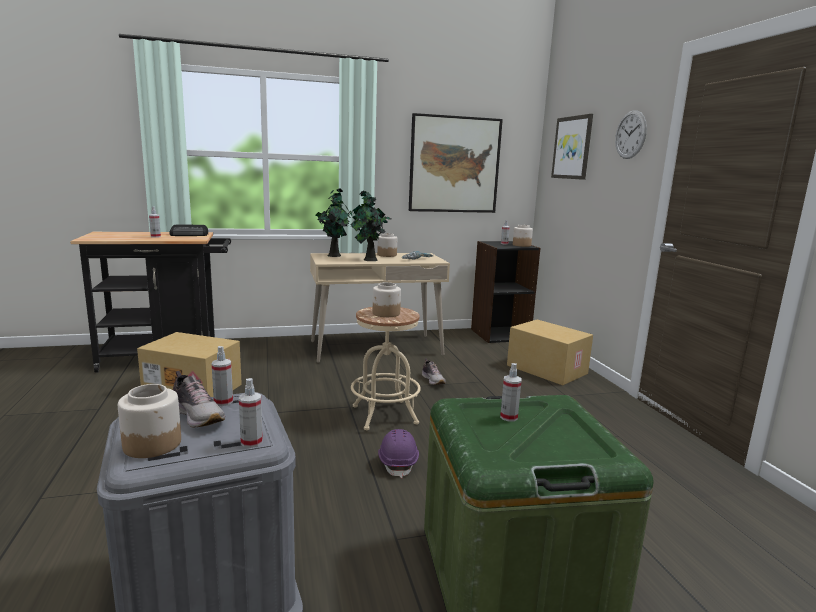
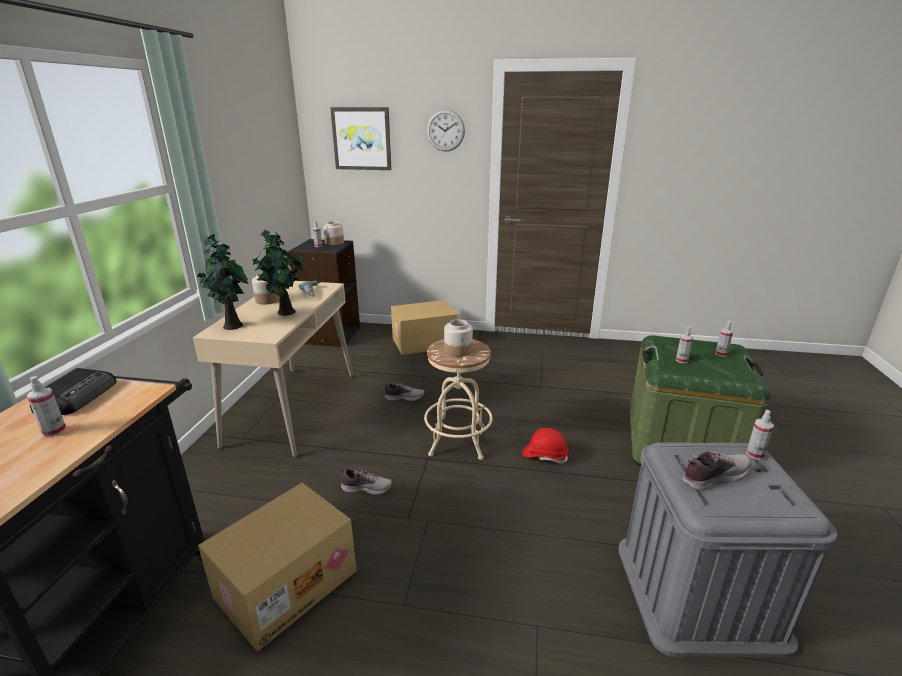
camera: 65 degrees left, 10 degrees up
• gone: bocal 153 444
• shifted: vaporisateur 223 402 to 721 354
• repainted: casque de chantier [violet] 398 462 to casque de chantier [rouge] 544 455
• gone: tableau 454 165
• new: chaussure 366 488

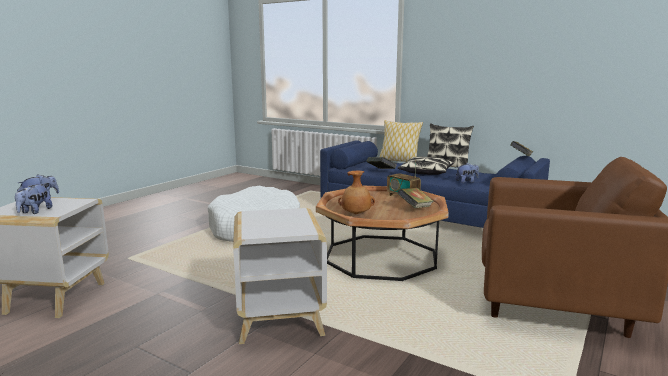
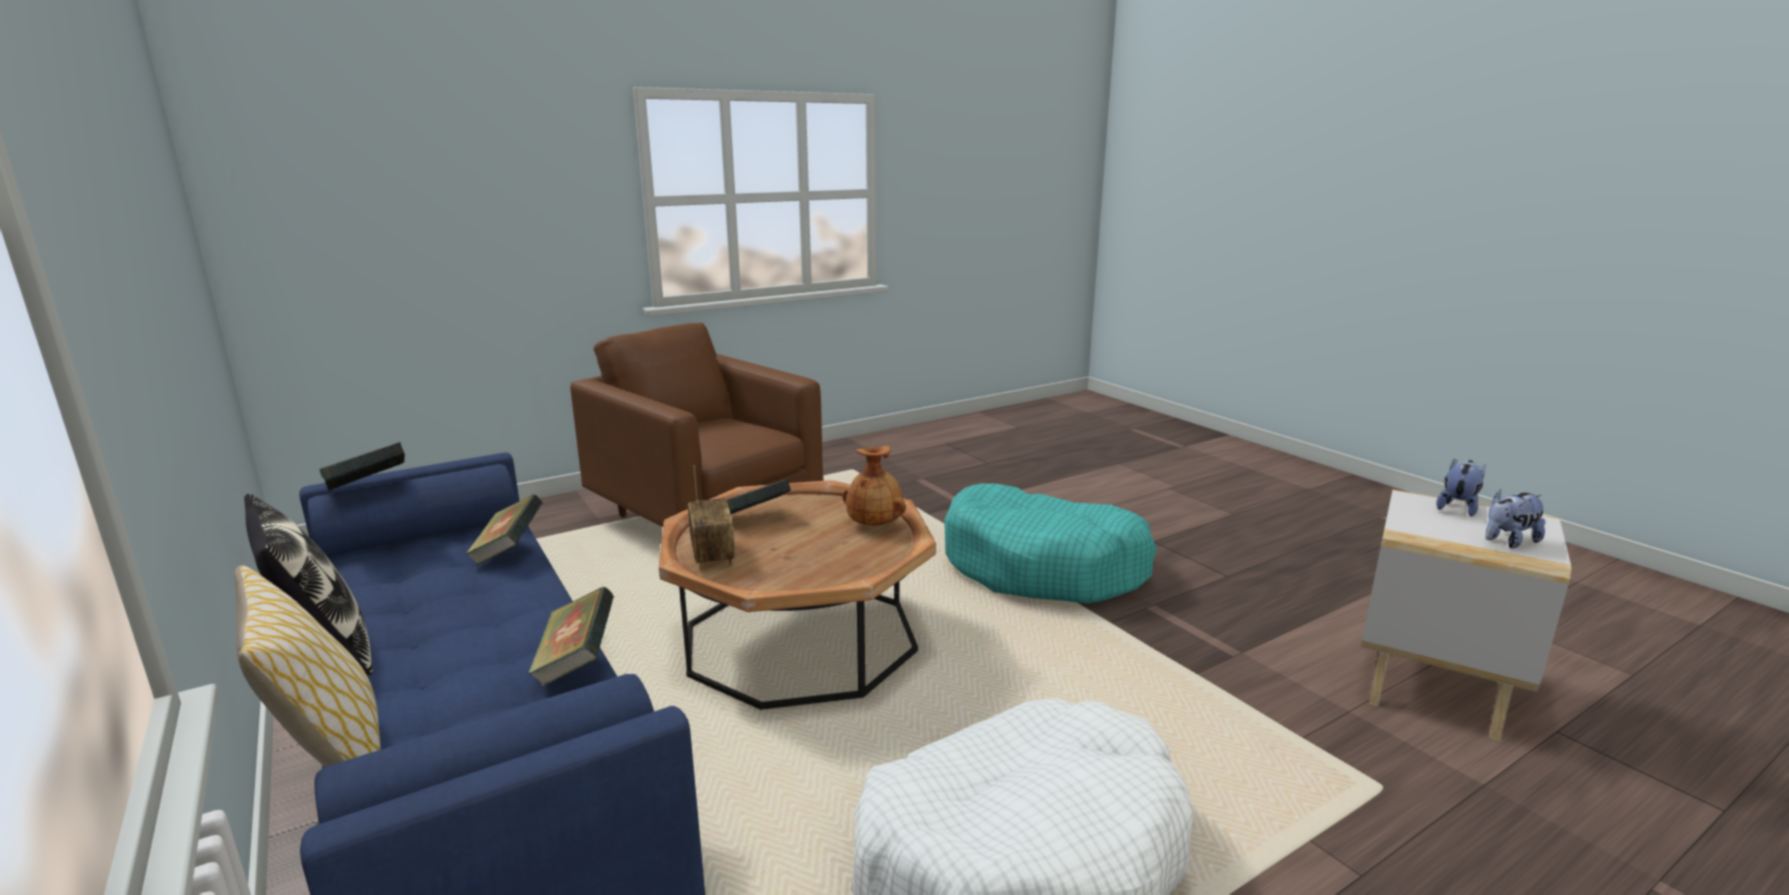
camera: 155 degrees left, 5 degrees up
• swapped: table d'appoint [blanc] 281 322 to panier pour chien [turquoise] 1043 567
• gone: coussin 426 172
• swapped: peluche 466 182 to livre 508 551

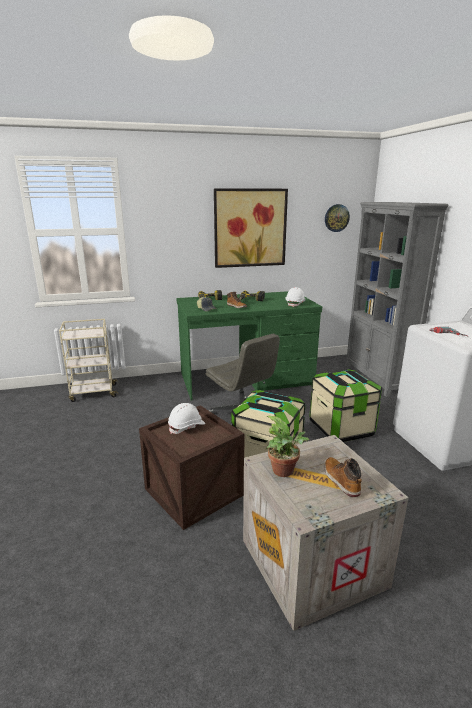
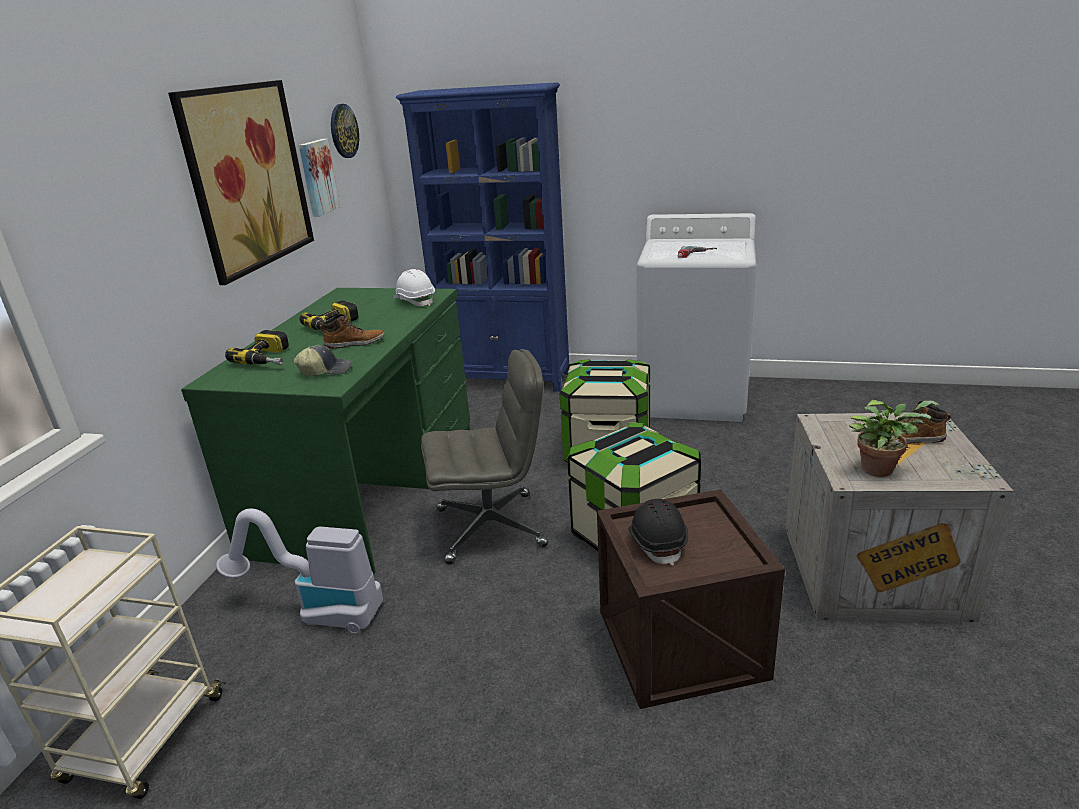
camera: 60 degrees left, 5 degrees up
• repainted: casque de chantier [blanc] 187 426 to casque de chantier [noir] 657 543
• repainted: bibliothèque [gris] 377 379 to bibliothèque [bleu] 506 379
• new: aspirateur 316 611
• new: tableau 317 177

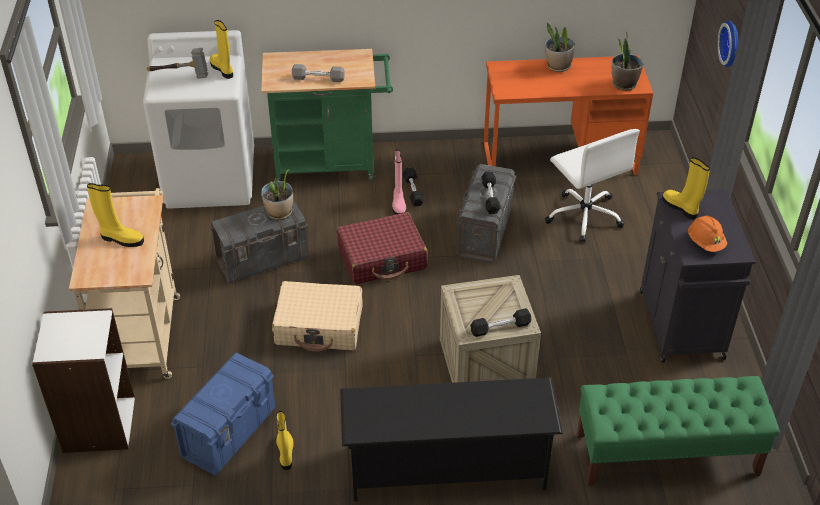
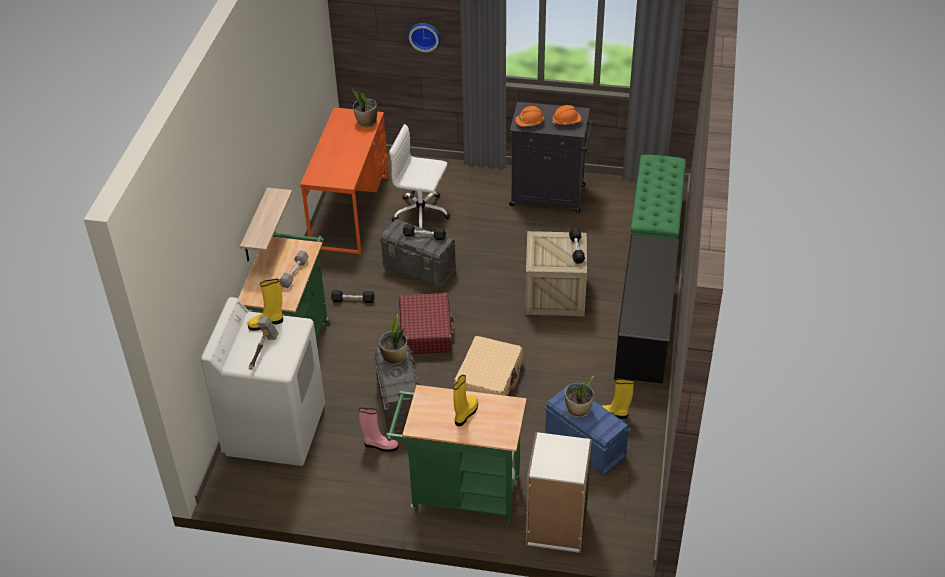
camera: 75 degrees left, 0 degrees up
• repainted: chariot [beige] 141 332 to chariot [vert] 459 493
• shifted: botte [rose] 398 204 to 380 445
• shifted: plante en pot 558 66 to 578 410
• rotated: chaise de bureau [blanc] 584 215 = 422 214 150 degrees counterclockwise
• swapped: botte [jaune] 681 208 to casque de chantier [orange] 529 124
• new: étagère 255 227

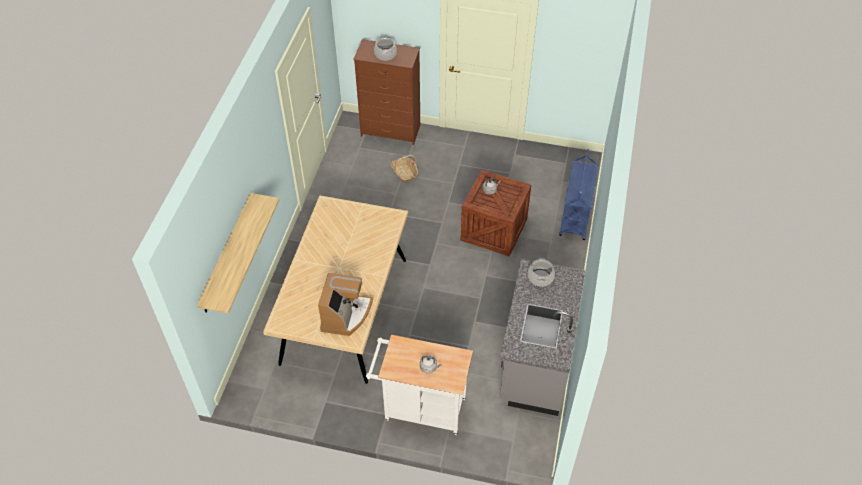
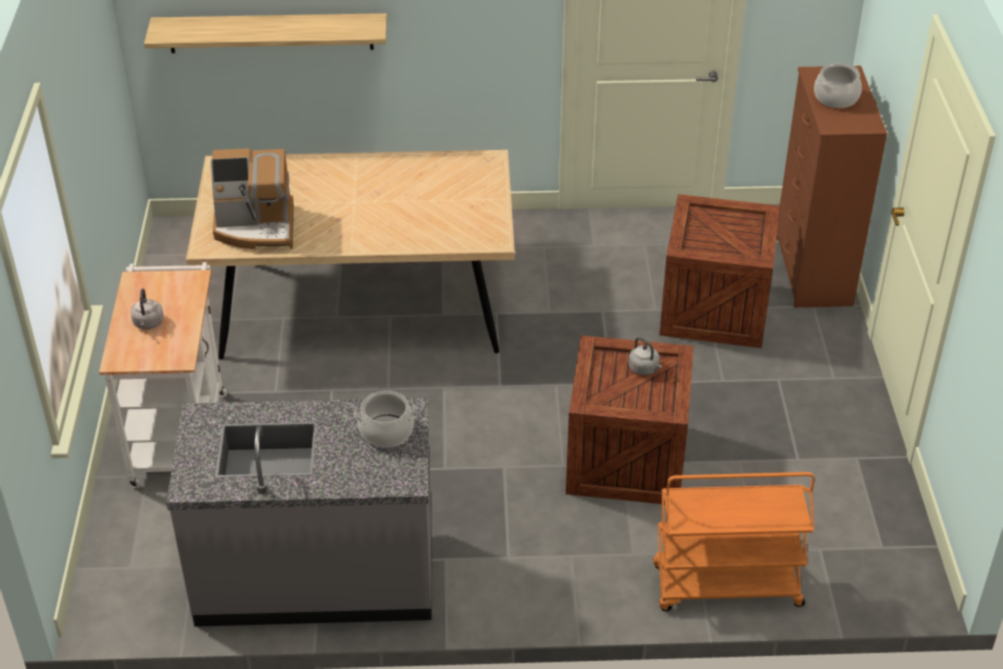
camera: 75 degrees right, 10 degrees down
• swapped: panier 404 173 to caisse 713 310
• repainted: chariot [bleu] 576 216 to chariot [orange] 725 587

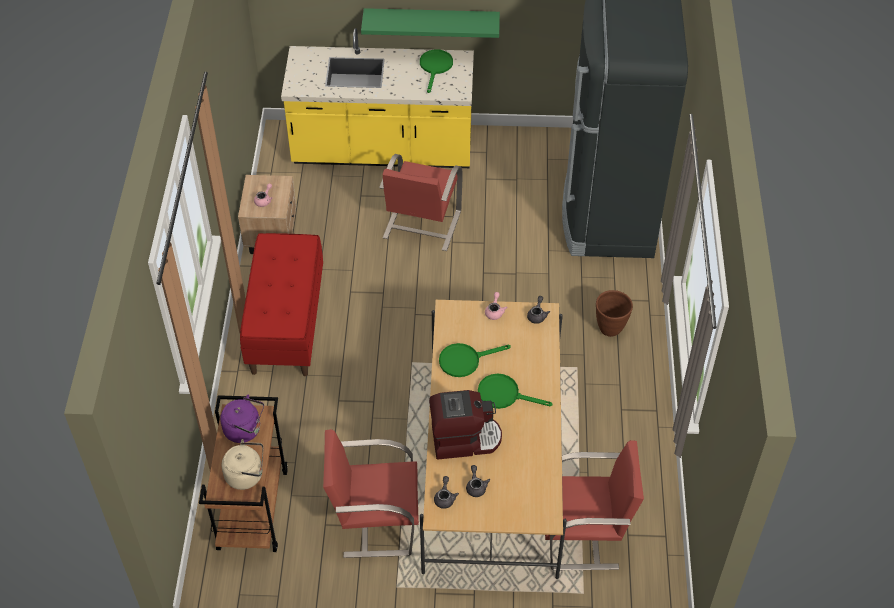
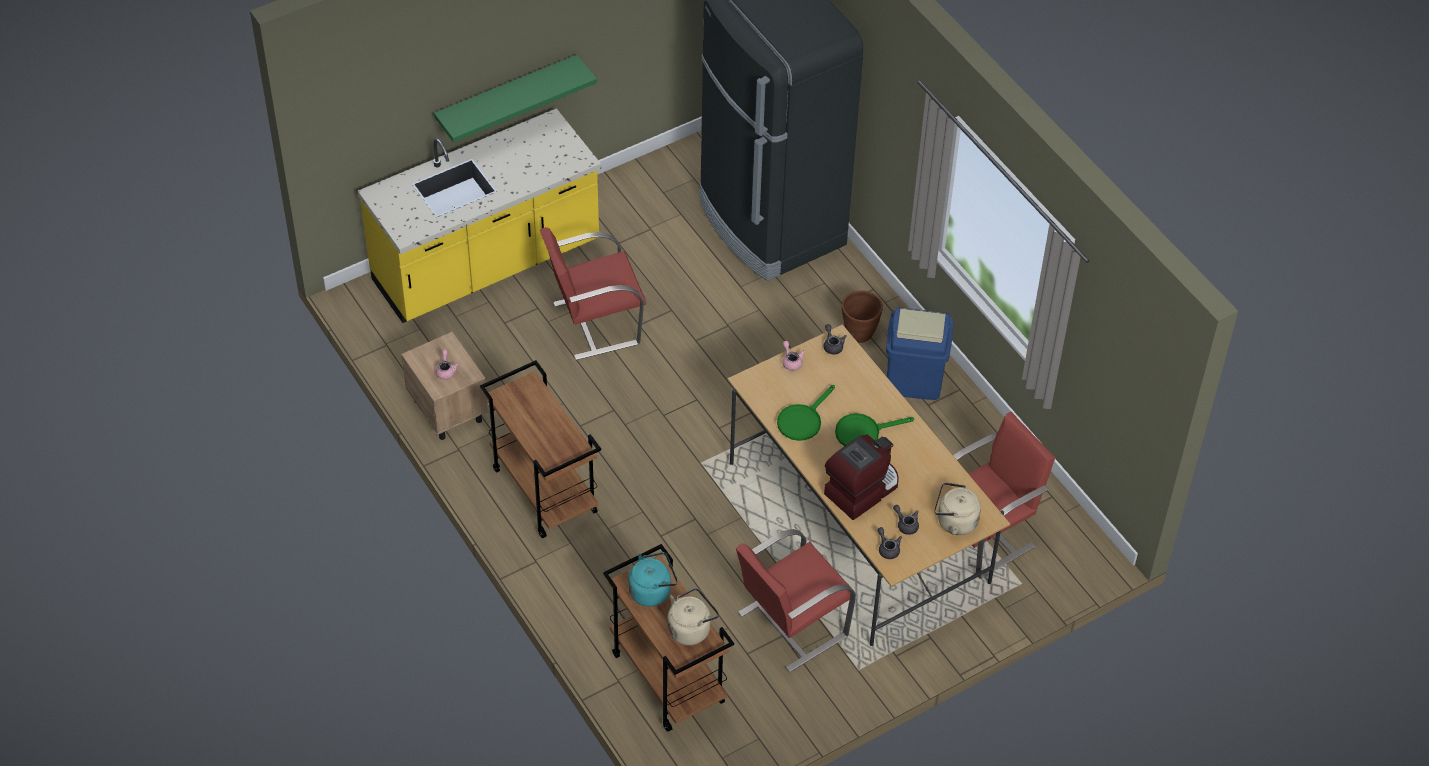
camera: 35 degrees left, 0 degrees up
• repainted: bouilloire [violet] 245 430 to bouilloire [turquoise] 652 591
• swapped: banc [rouge] 286 324 to chariot [marron] 543 490
• rotated: chaise [rouge] 421 225 = 594 323 90 degrees clockwise
• gone: poêle [vert] 435 67
• new: poubelle [bleu] 914 379
• new: bouilloire [beige] 954 521

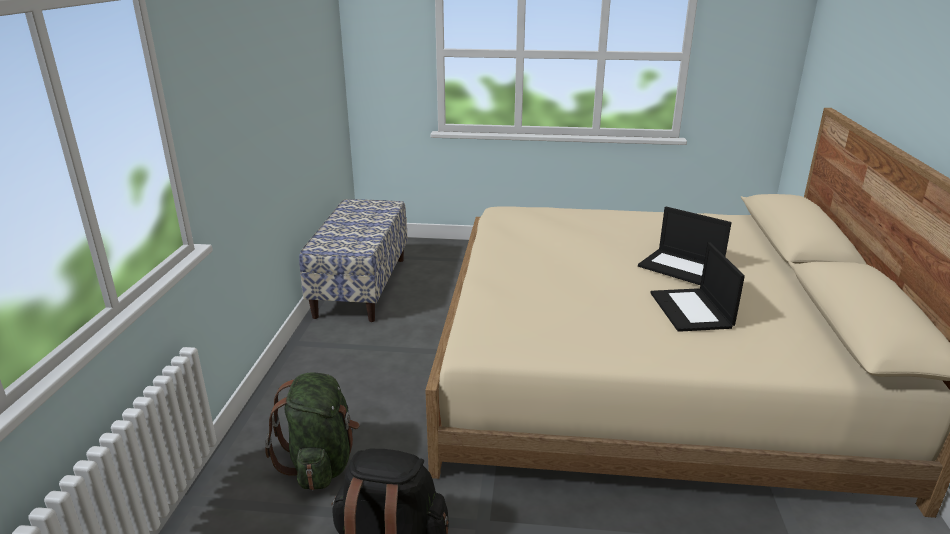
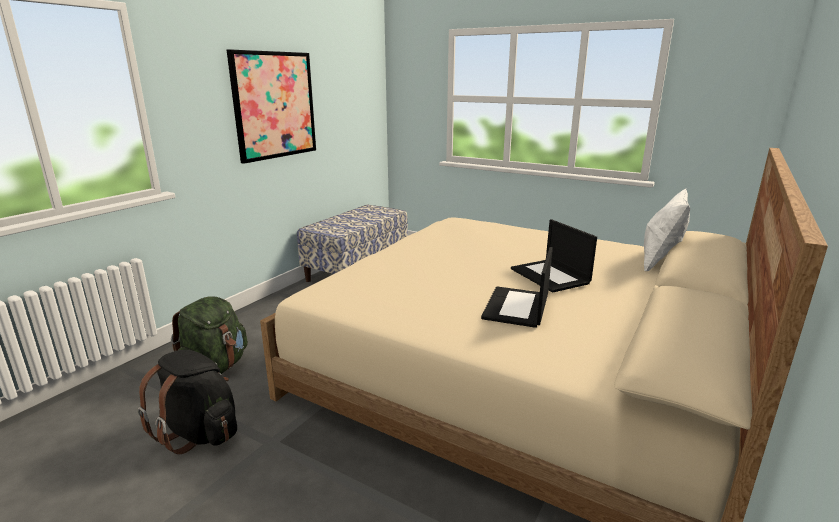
camera: 25 degrees right, 5 degrees down
• new: tableau 274 105
• new: coussin [blanc] 659 262

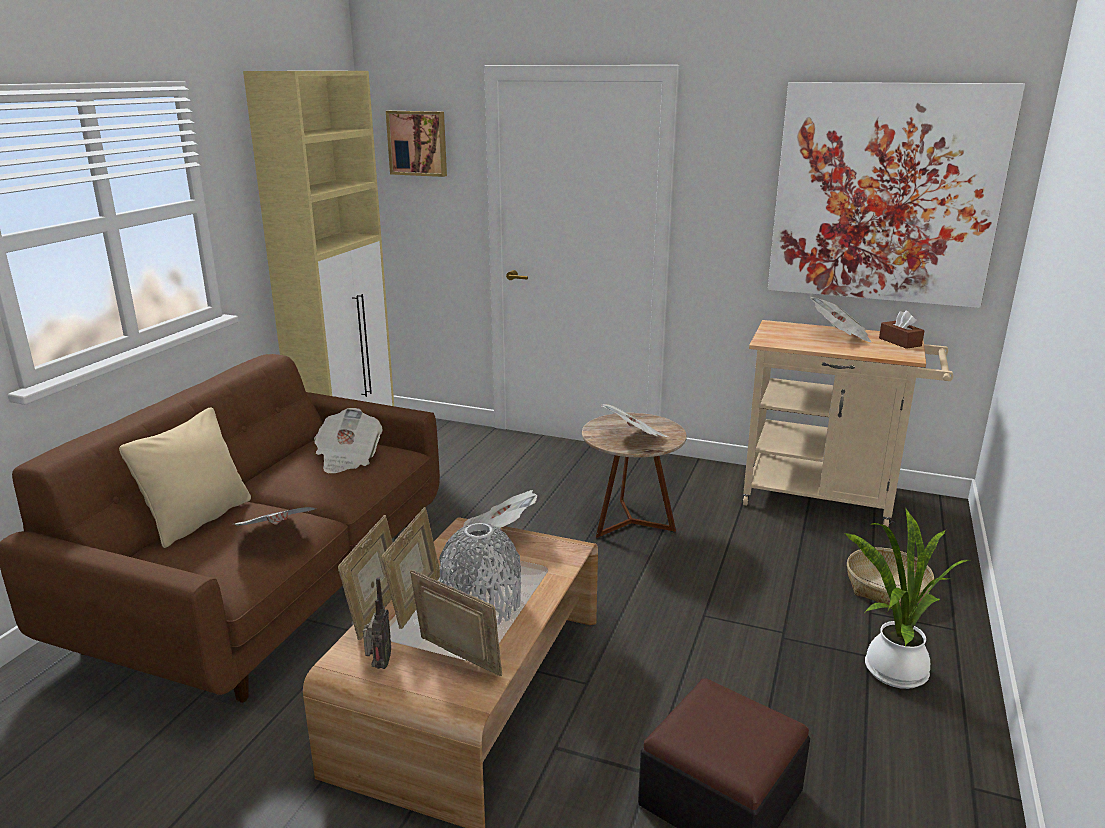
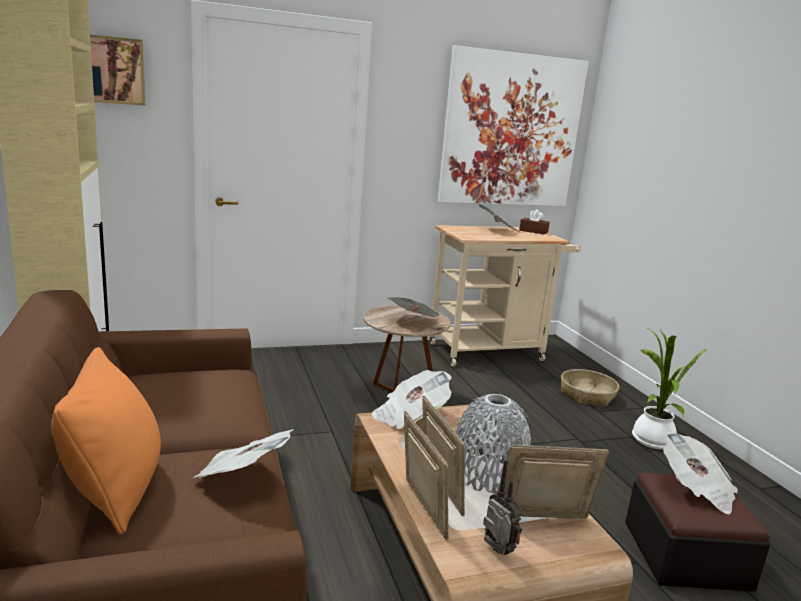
camera: 40 degrees left, 5 degrees down
• repainted: coussin [beige] 198 519 to coussin [orange] 115 491
• shifted: journal 348 458 to 696 490

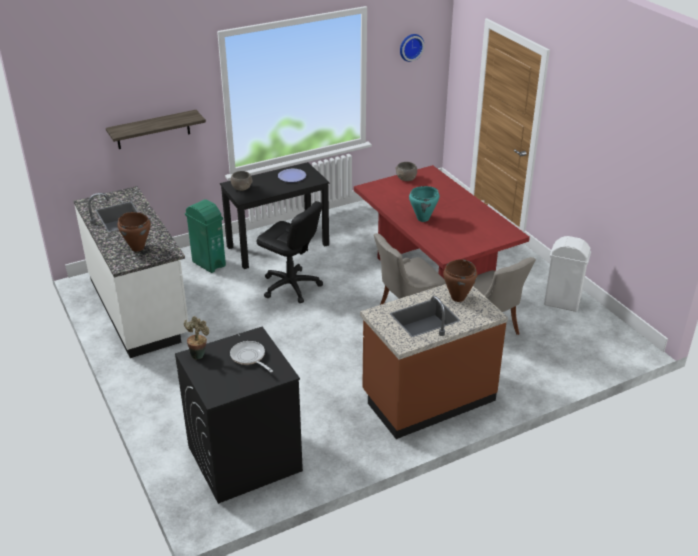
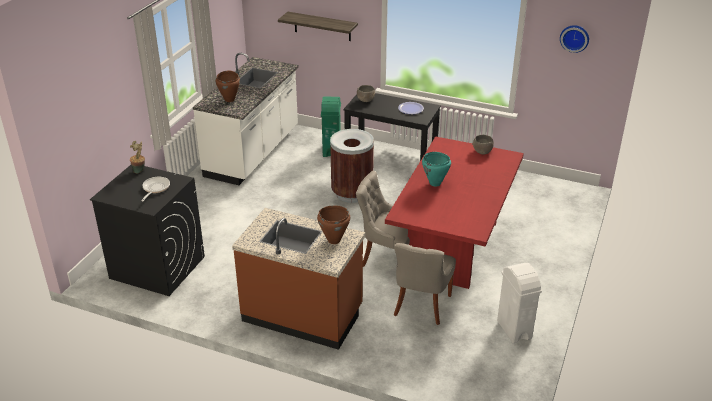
camera: 50 degrees right, 0 degrees up
• swapped: chaise de bureau [noir] 291 286 to poubelle [marron] 352 193

